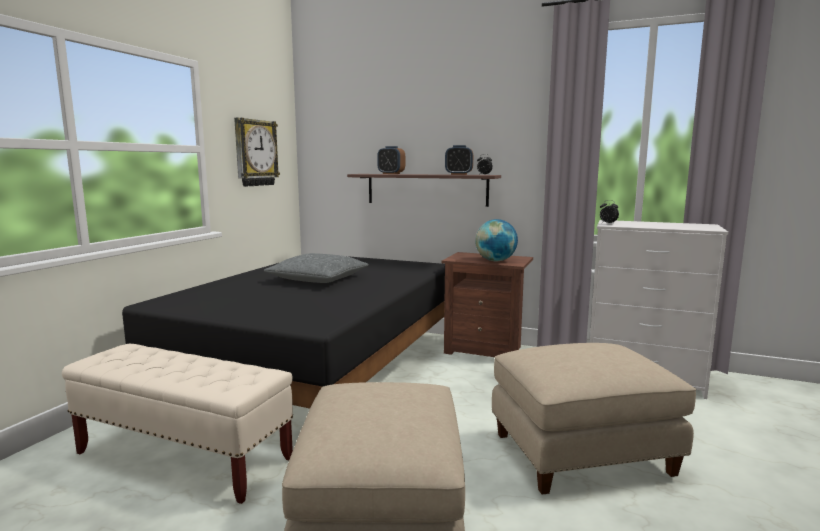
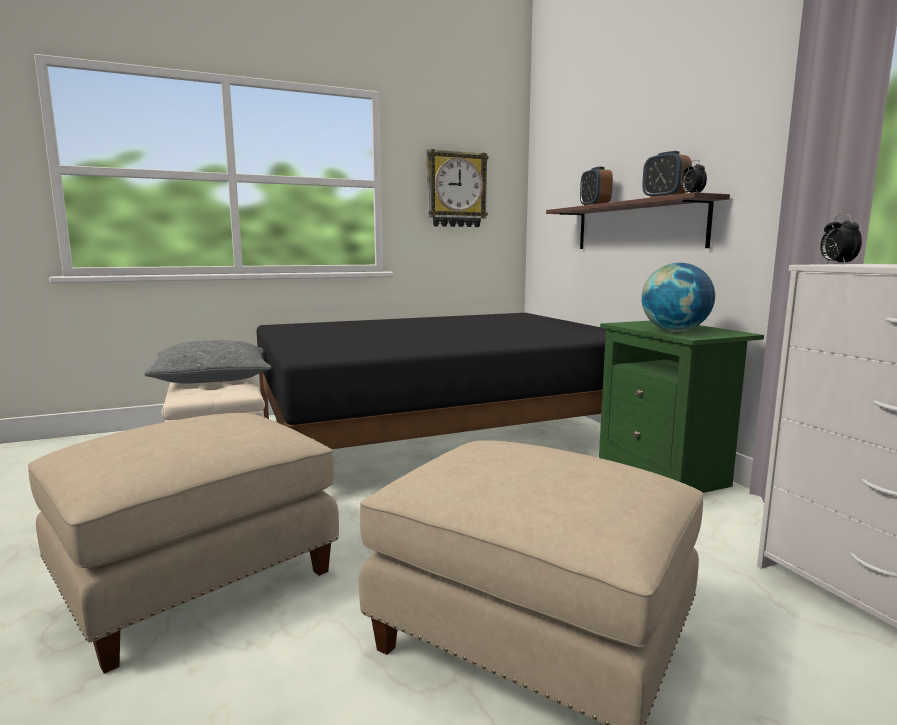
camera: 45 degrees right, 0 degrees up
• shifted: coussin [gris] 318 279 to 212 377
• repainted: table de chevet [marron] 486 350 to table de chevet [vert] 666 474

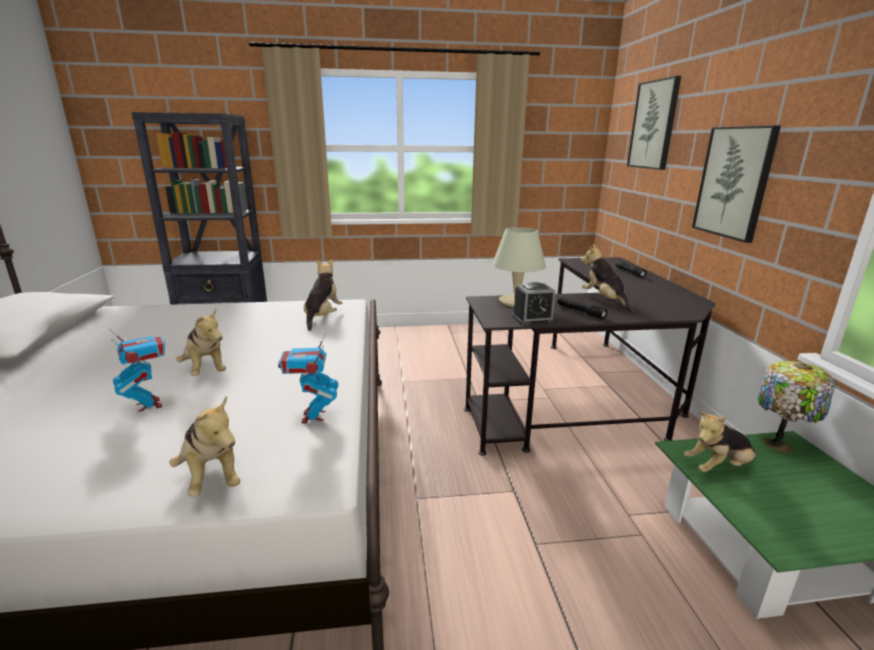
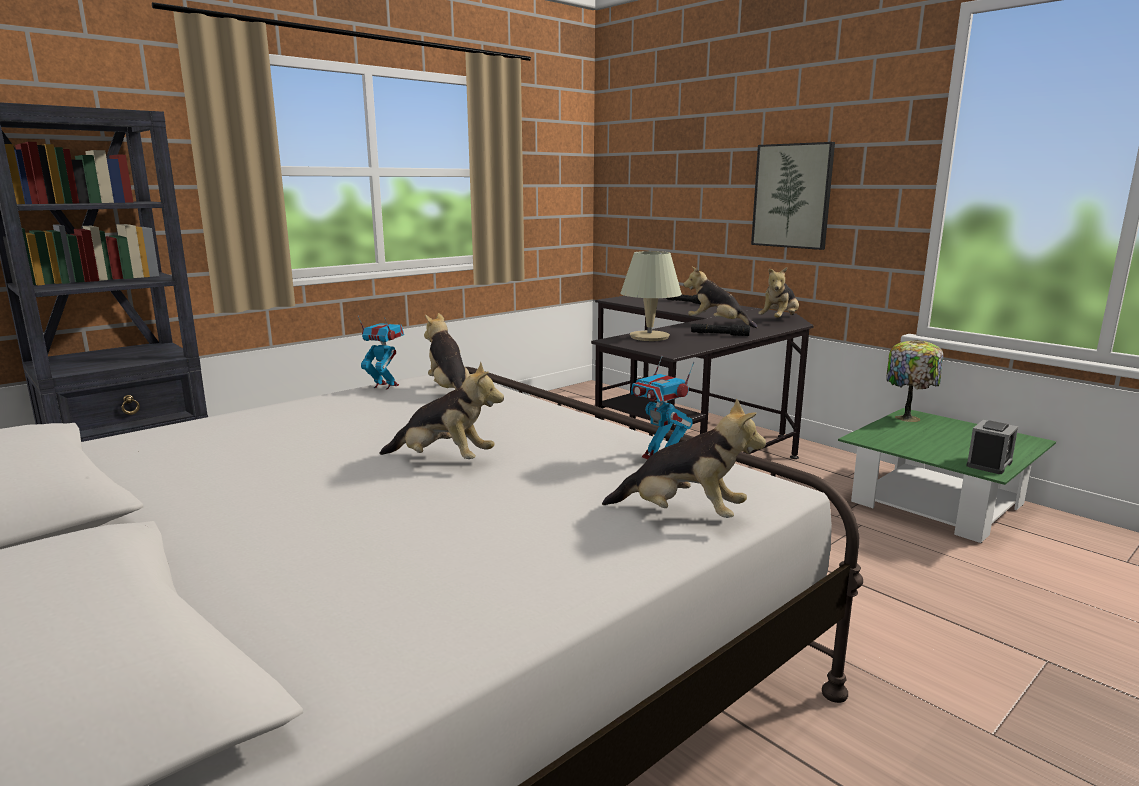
camera: 35 degrees left, 5 degrees down
• shifted: robot jouet 149 404 to 385 386
• shifted: réveil 533 319 to 989 464
• gone: tableau 654 125
• shifted: peluche 718 467 to 779 320

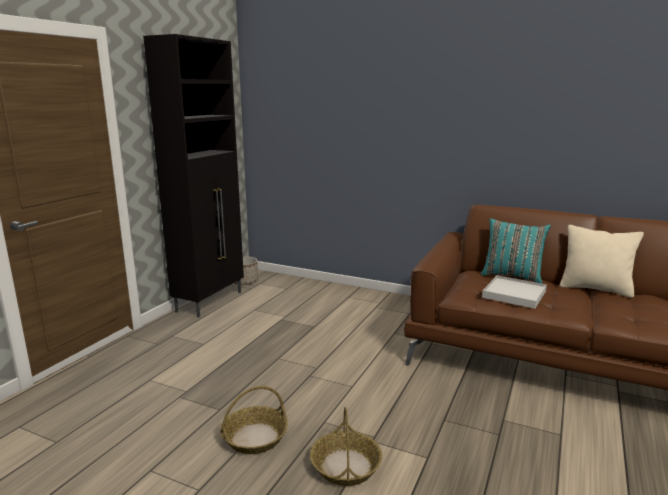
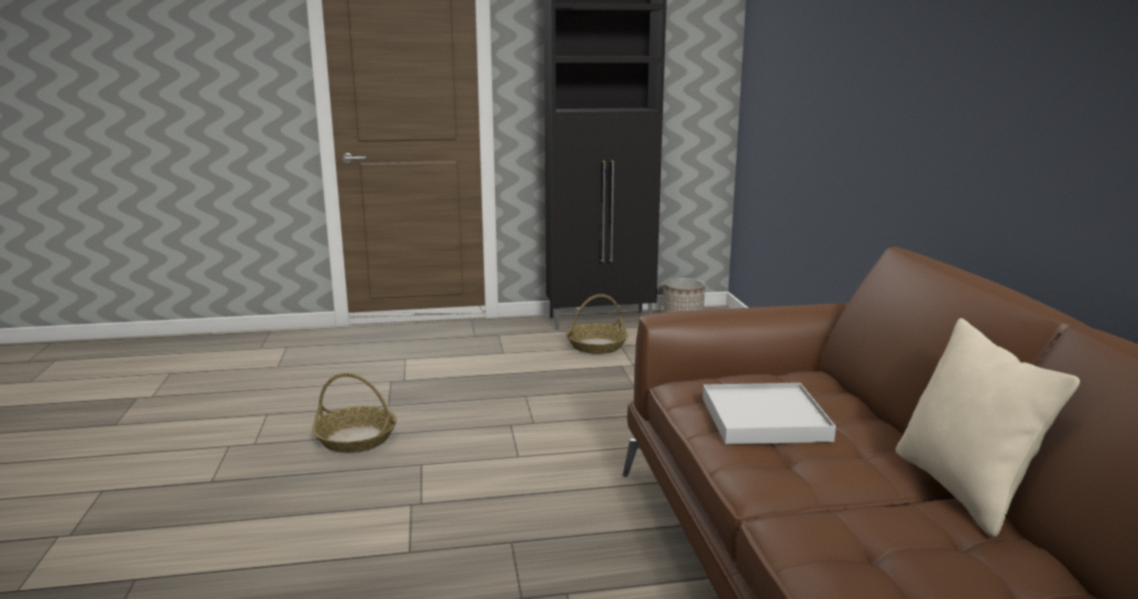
camera: 55 degrees right, 0 degrees up
• shifted: panier 345 466 to 597 345
• gone: coussin [turquoise] 512 276

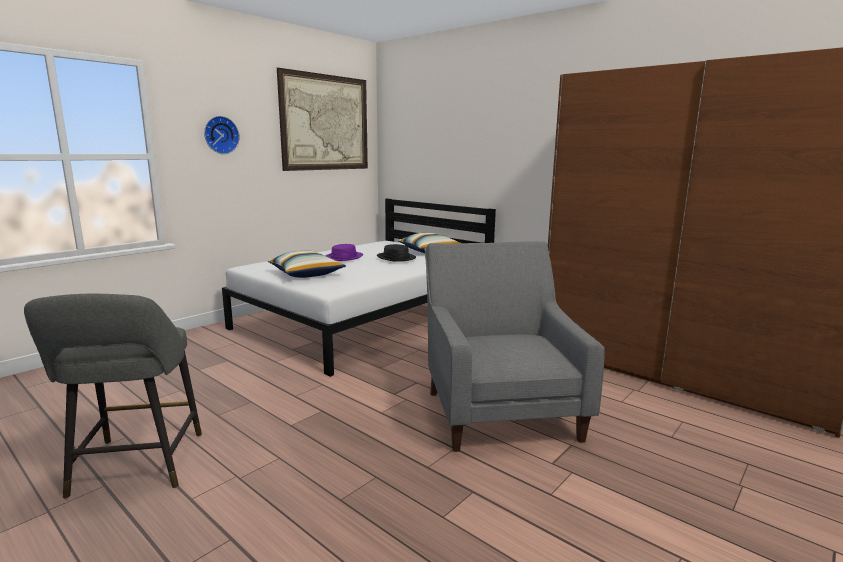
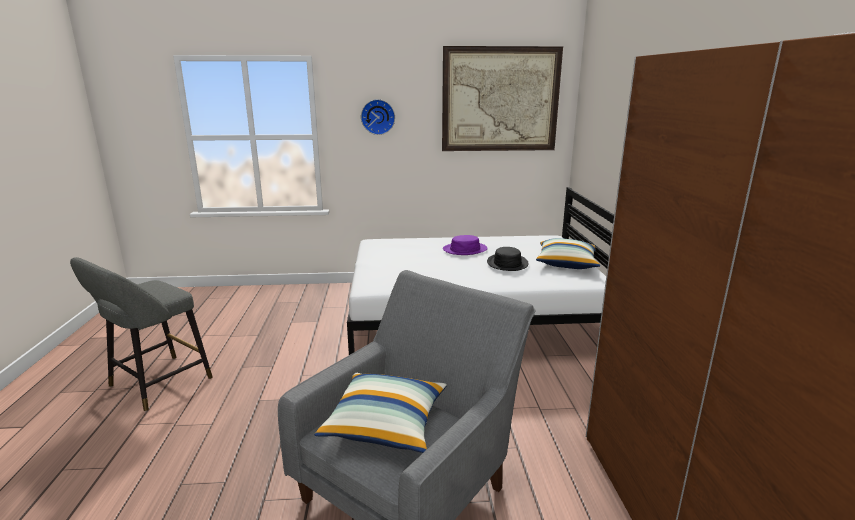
camera: 45 degrees right, 5 degrees up
• shifted: coussin 306 274 to 386 424

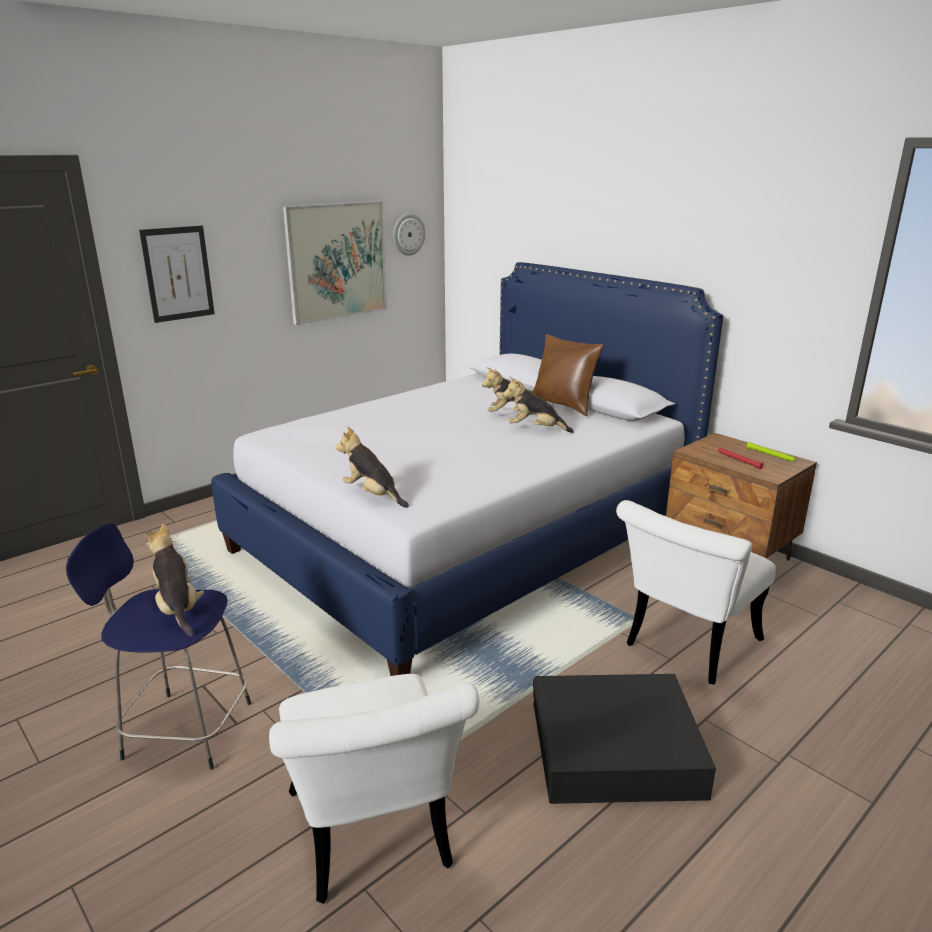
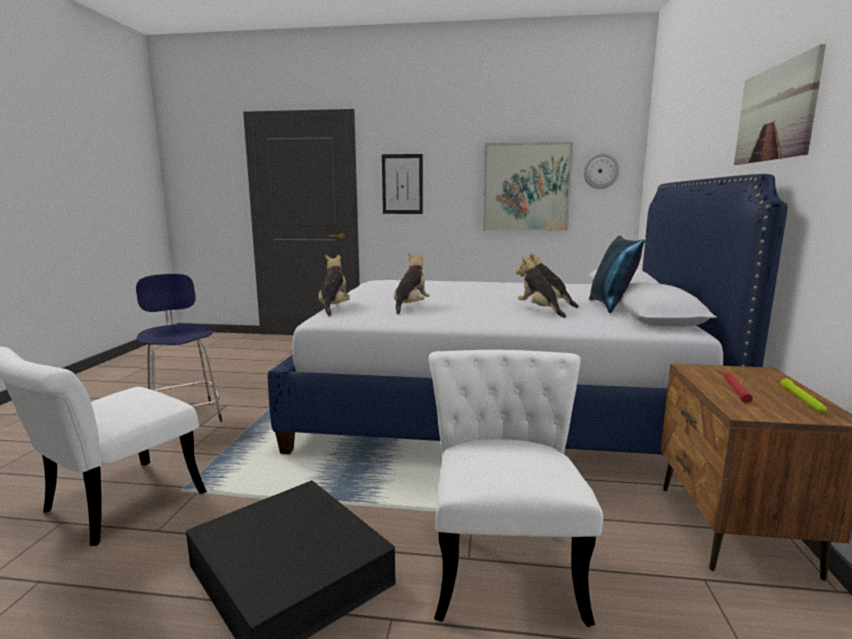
camera: 50 degrees right, 10 degrees down
• shifted: peluche 178 608 to 410 306
• repainted: coussin [marron] 564 406 to coussin [bleu] 612 306
• rotated: chaise [blanc] 685 646 = 504 560 90 degrees clockwise
• new: tableau 775 113

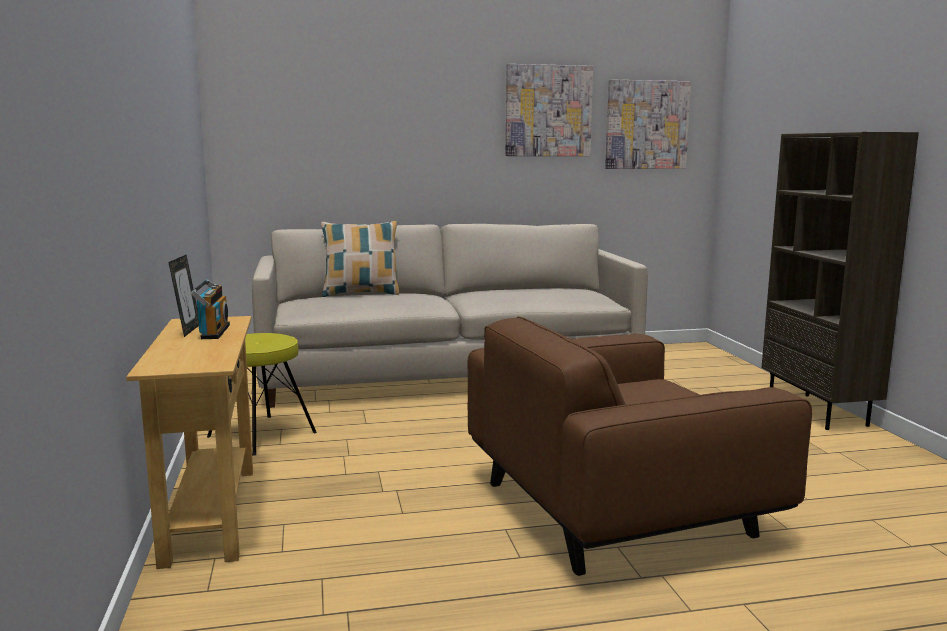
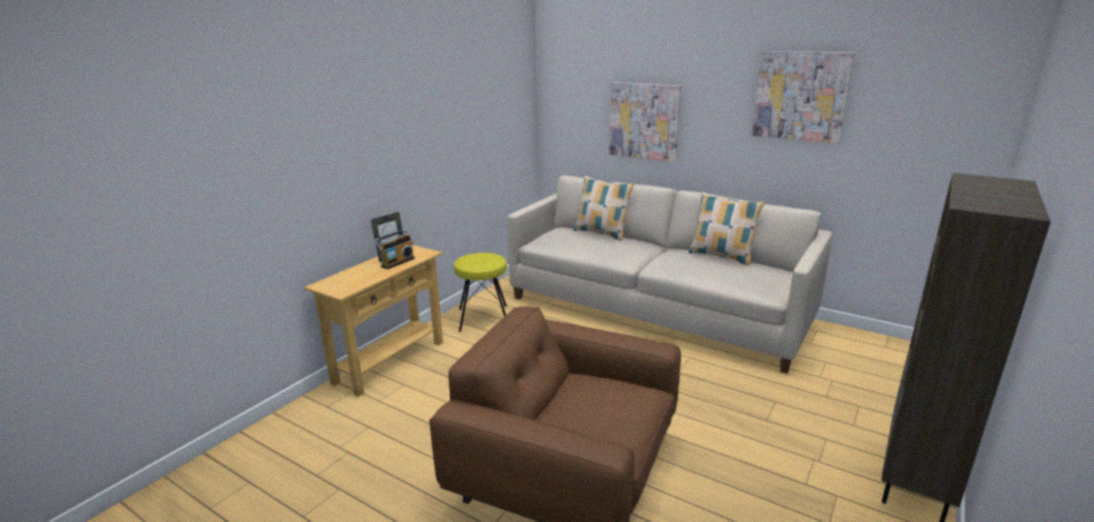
camera: 45 degrees right, 10 degrees up
• shifted: tableau 646 125 to 644 121
• new: coussin 721 256

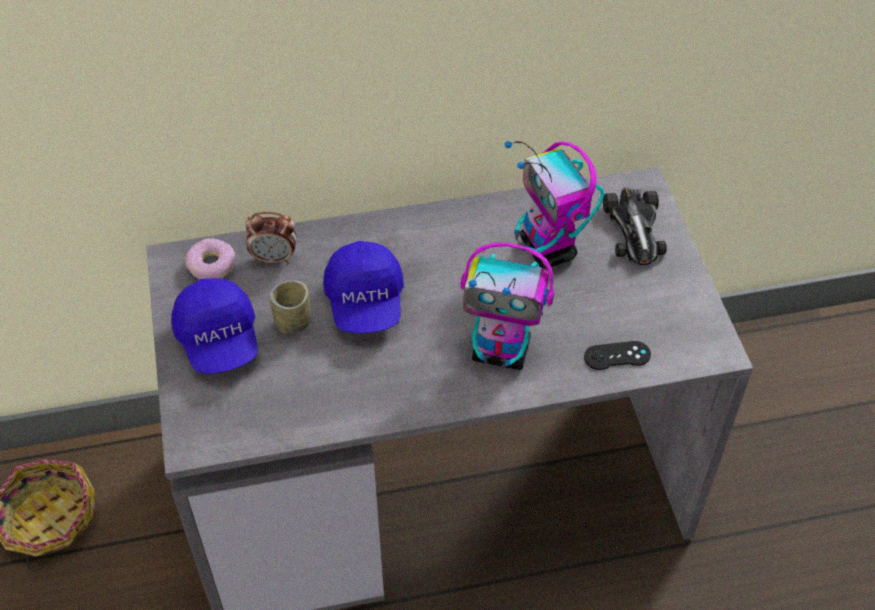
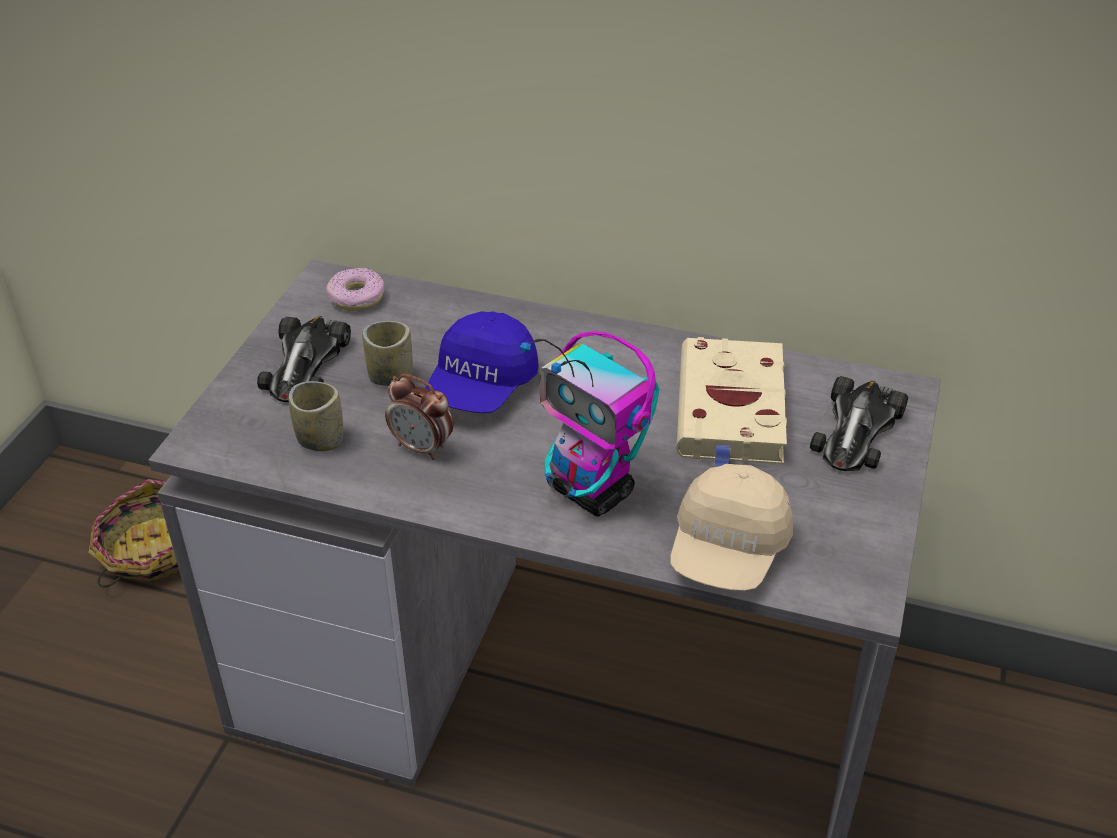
camera: 30 degrees right, 10 degrees down
• swapped: casquette [bleu] 219 340 to petite voiture 305 364
• shifted: réveil 274 258 to 422 448
• swapped: robot jouet 548 250 to livre [beige] 731 413
• swapped: manette [noir] 617 356 to casquette [beige] 727 551
• new: tasse 320 439

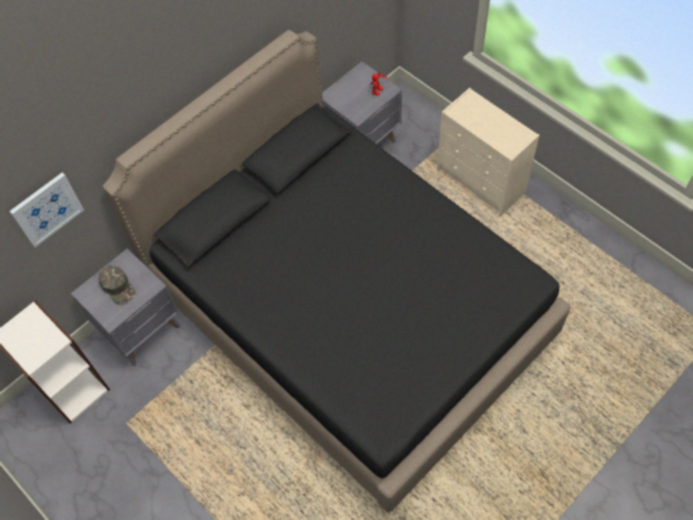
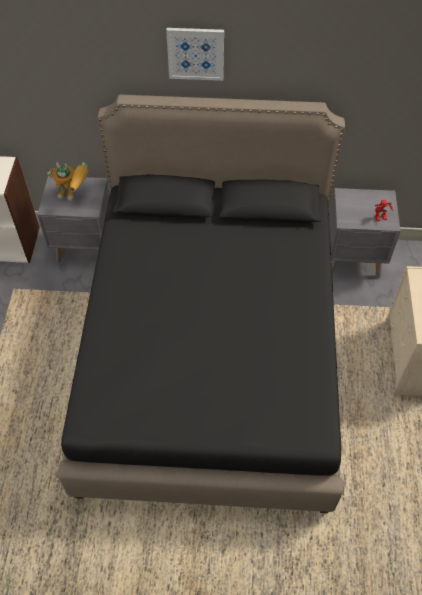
camera: 45 degrees right, 5 degrees down
• shifted: tableau 47 209 to 196 53
• swapped: casquette [vert] 118 287 to robot jouet 74 194

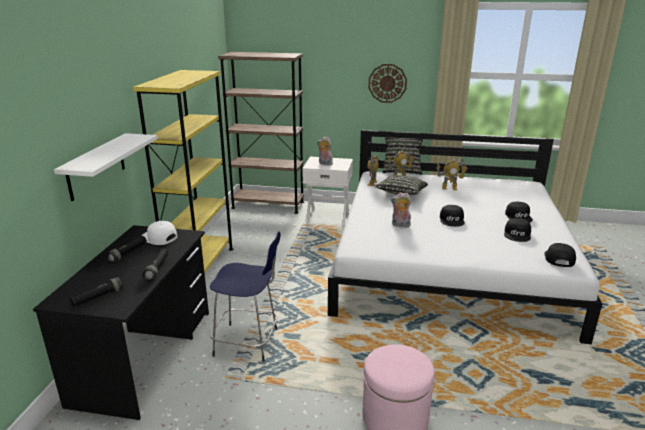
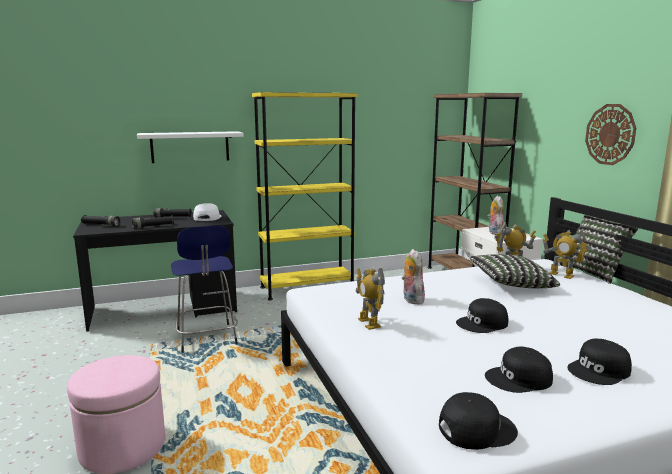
camera: 60 degrees right, 10 degrees down
• shifted: robot jouet 449 188 to 369 323

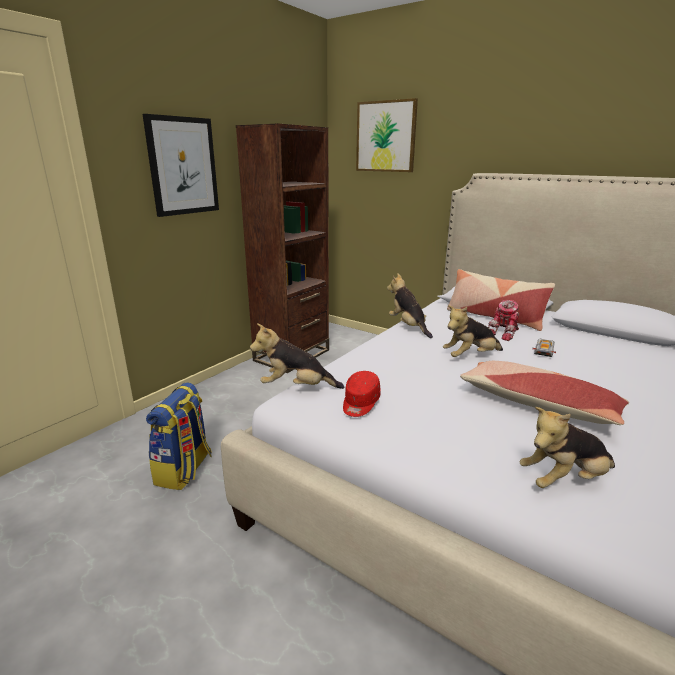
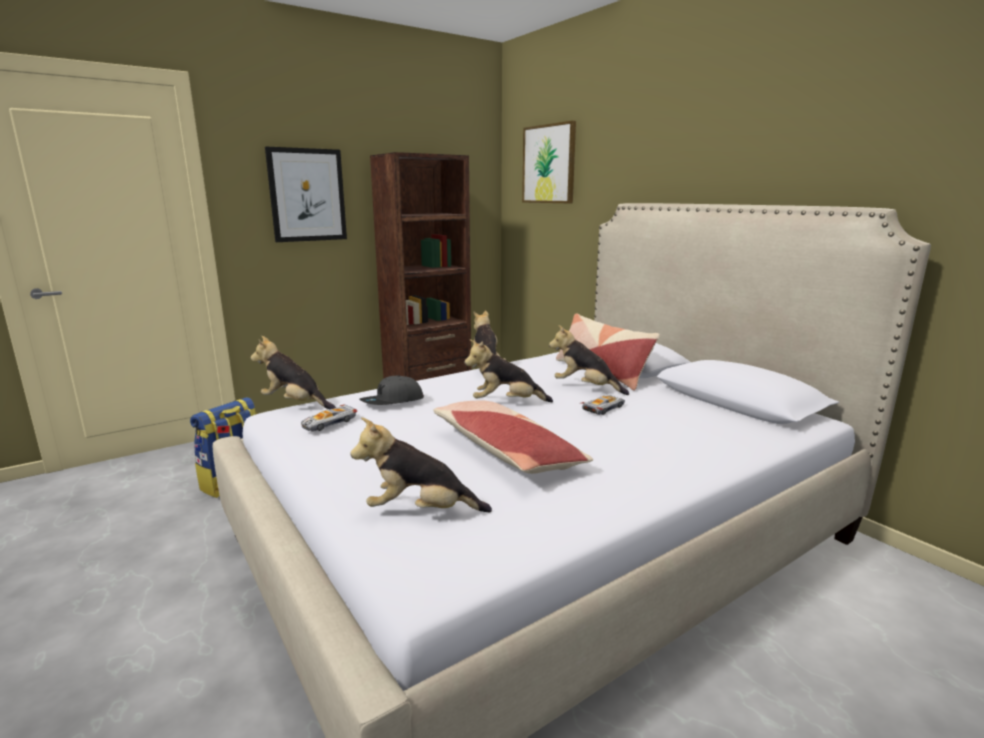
camera: 20 degrees right, 5 degrees down
• swapped: casquette [rouge] 360 403 to petite voiture 329 423
• swapped: robot jouet 504 333 to peluche 585 388
• new: casquette [gris] 392 402

